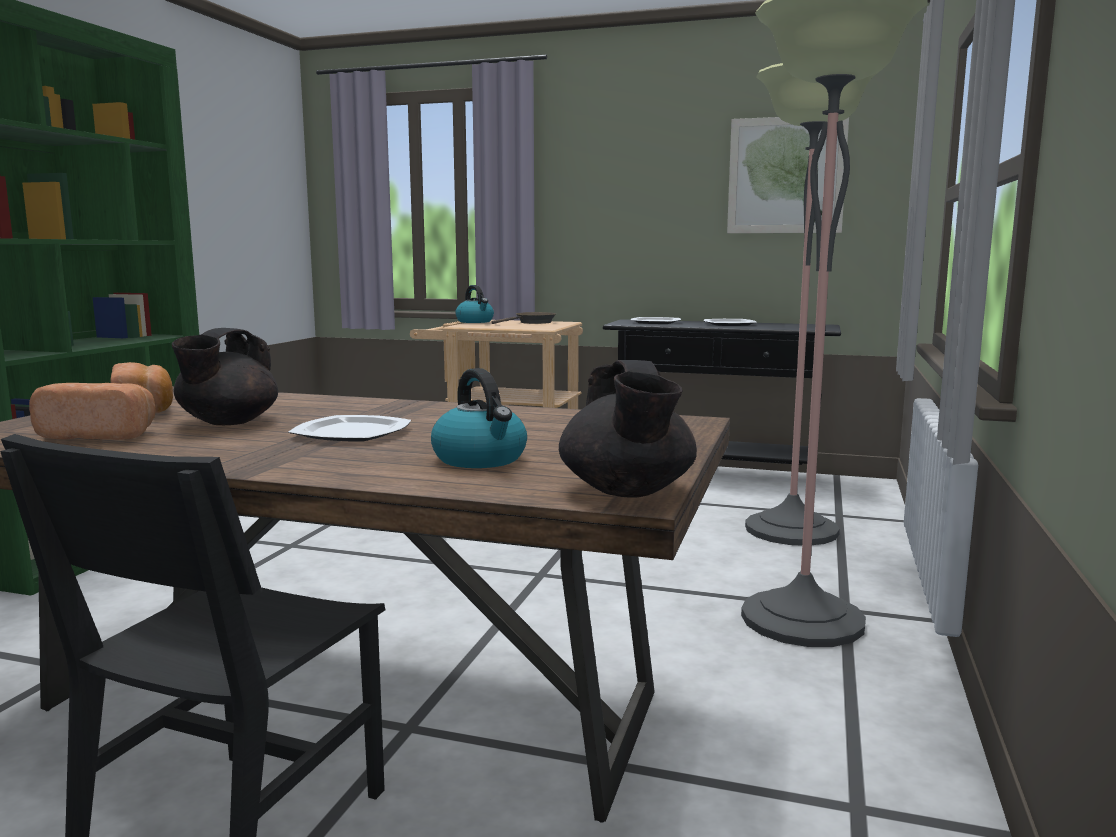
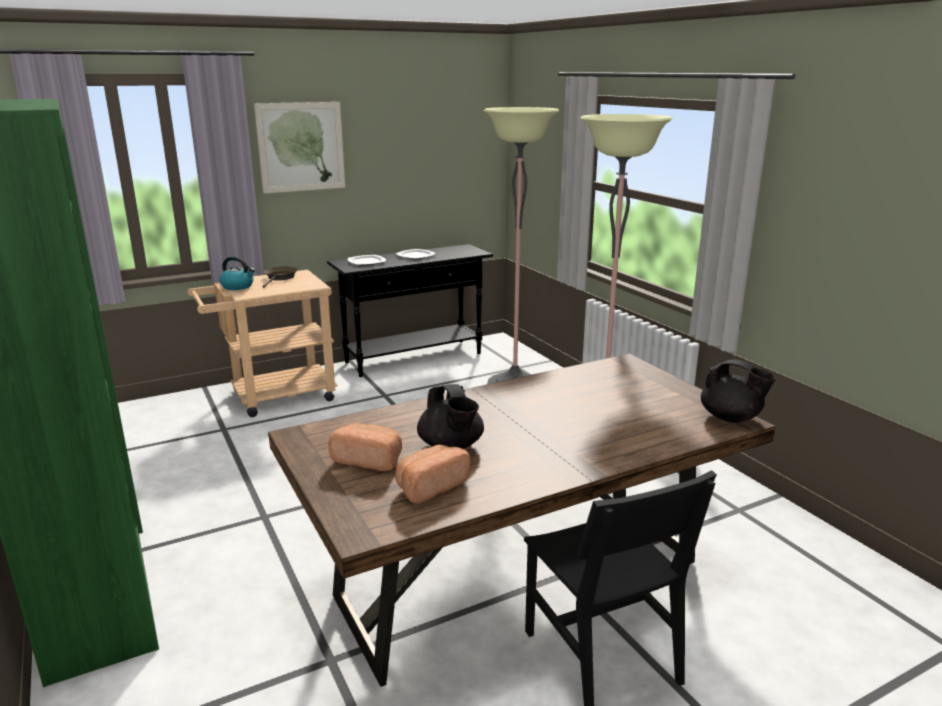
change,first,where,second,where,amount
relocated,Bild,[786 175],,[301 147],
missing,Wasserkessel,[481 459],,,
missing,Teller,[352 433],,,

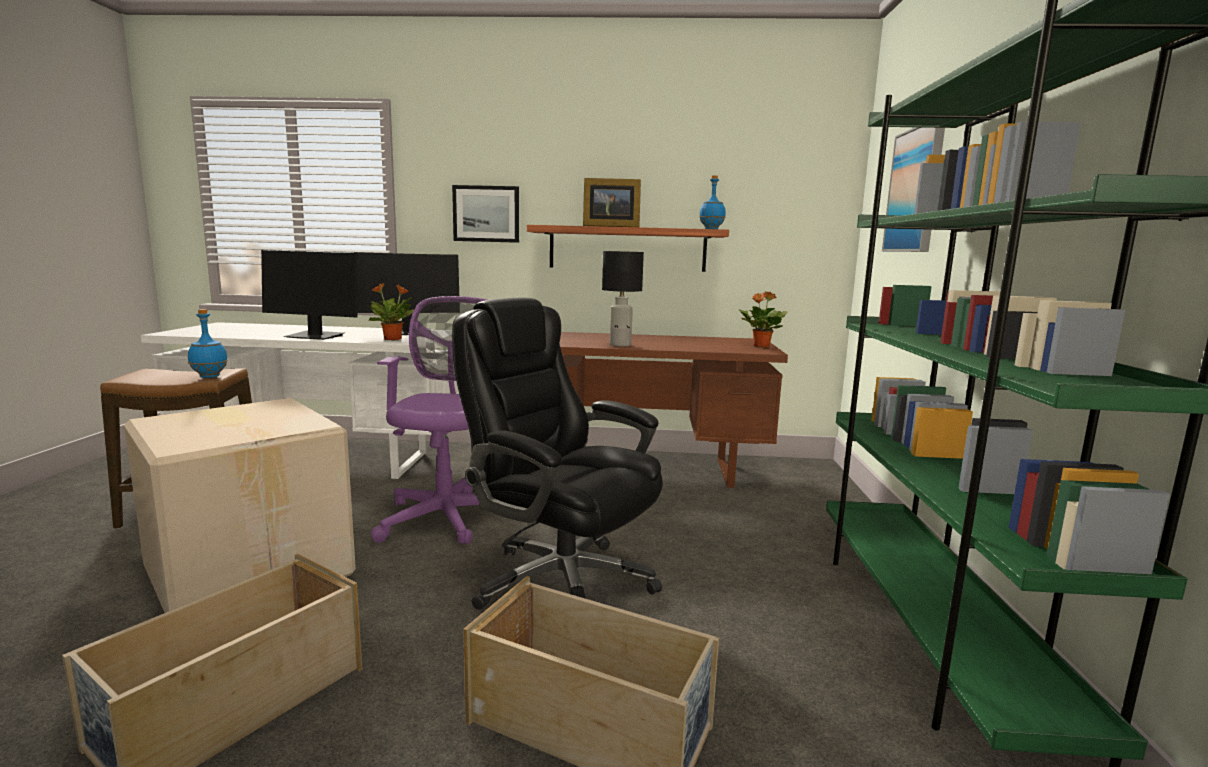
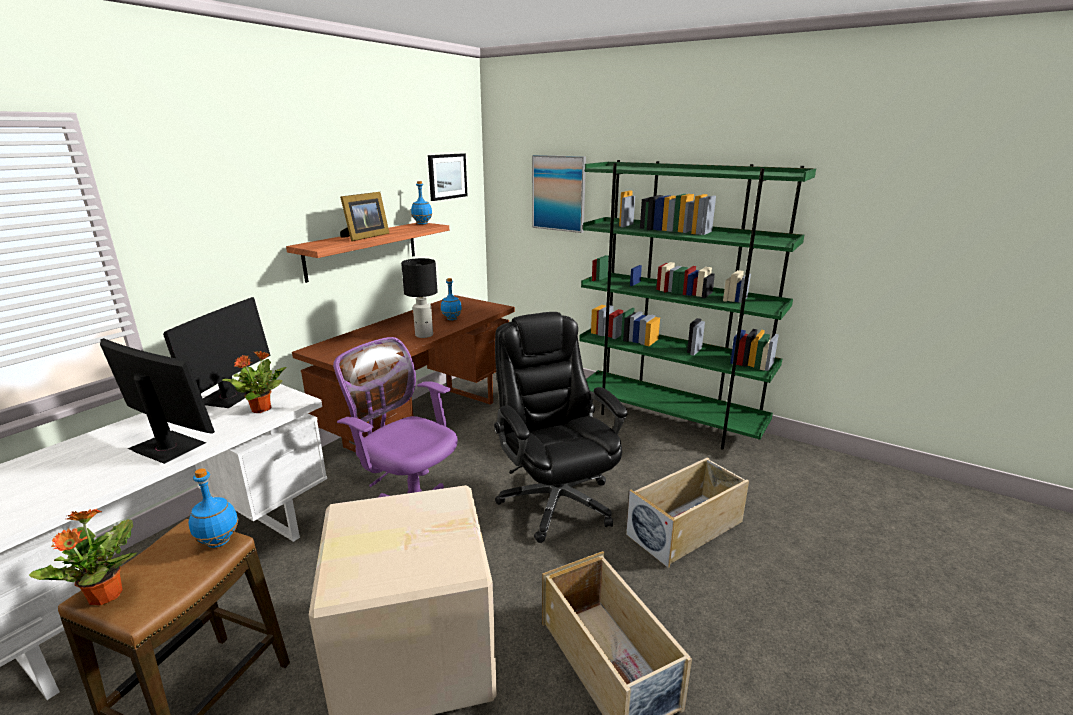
change,first,where,second,where,amount
relocated,Bild,[486 214],,[447 176],
spun,Monitor,[315 336],,[168 447],105 degrees counterclockwise
relocated,Topfpflanze,[760 346],,[105 596],
spun,Bürostuhl/schwarz,[560 582],,[556 500],90 degrees clockwise
appeared,,,Flasche/blau,[451 319],

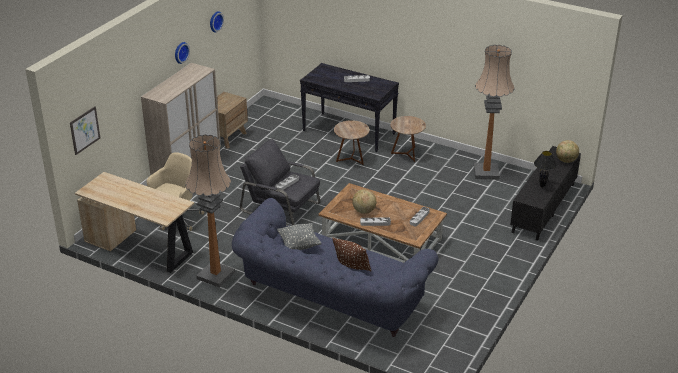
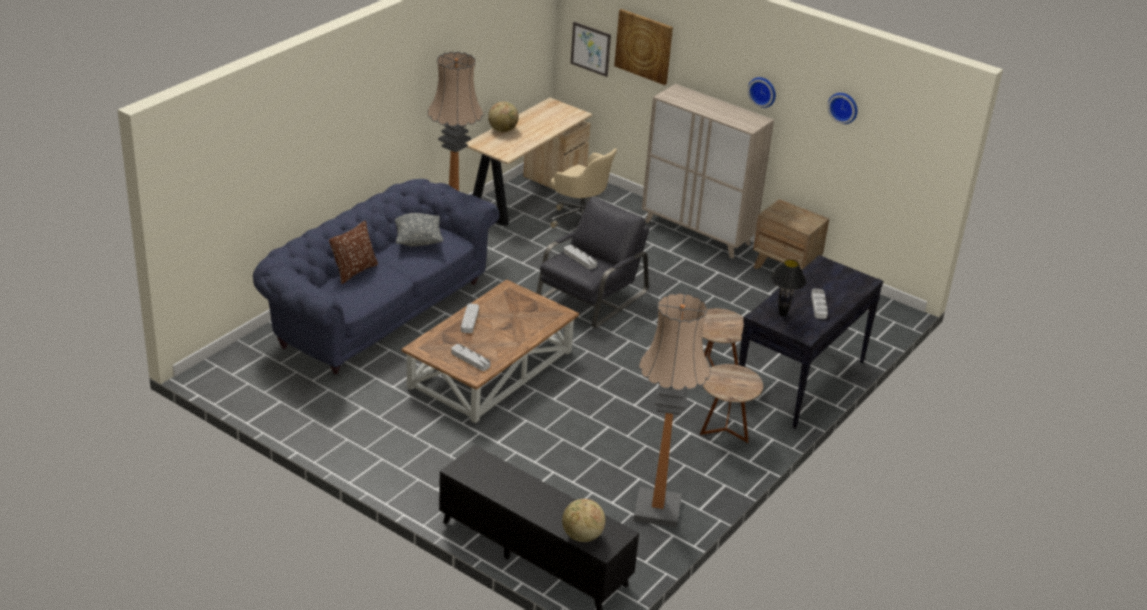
change,first,where,second,where,amount
relocated,Tischlampe/schwarz,[542 186],,[782 314],
relocated,Globus,[364 211],,[503 130],
appeared,,,Bild,[644 46],

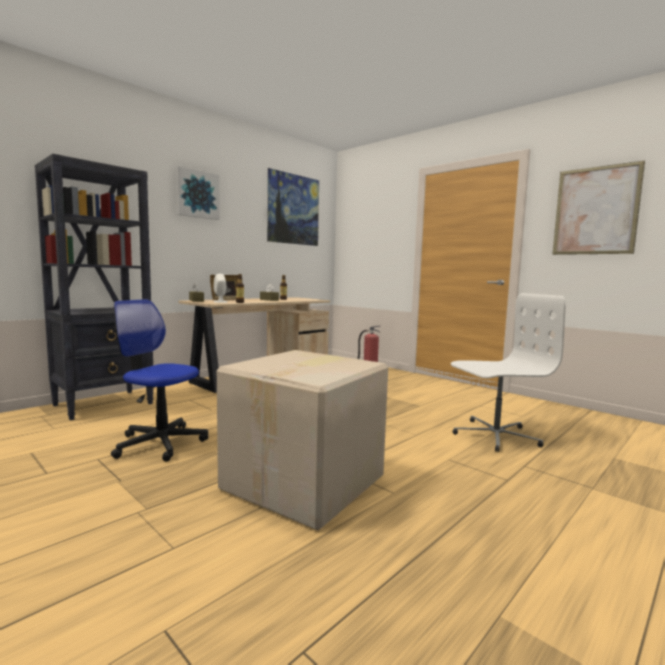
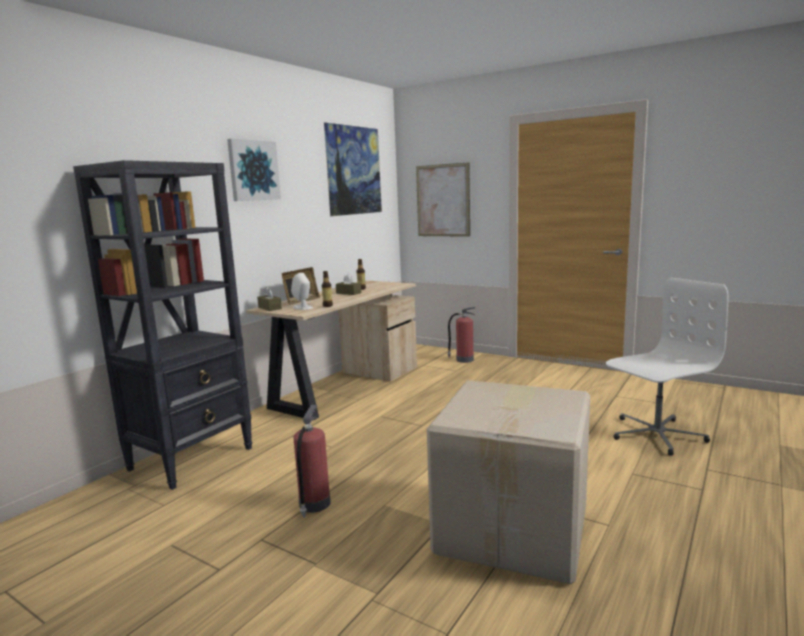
change,first,where,second,where,amount
relocated,Bild,[595 211],,[443 200],
exchanged,Bürostuhl,[160 443],Feuerlöscher,[314 504],

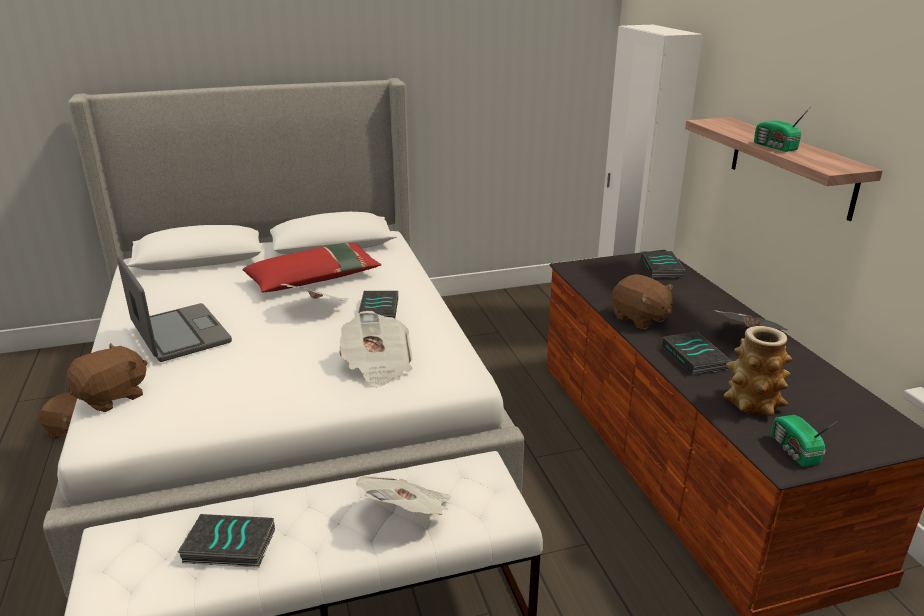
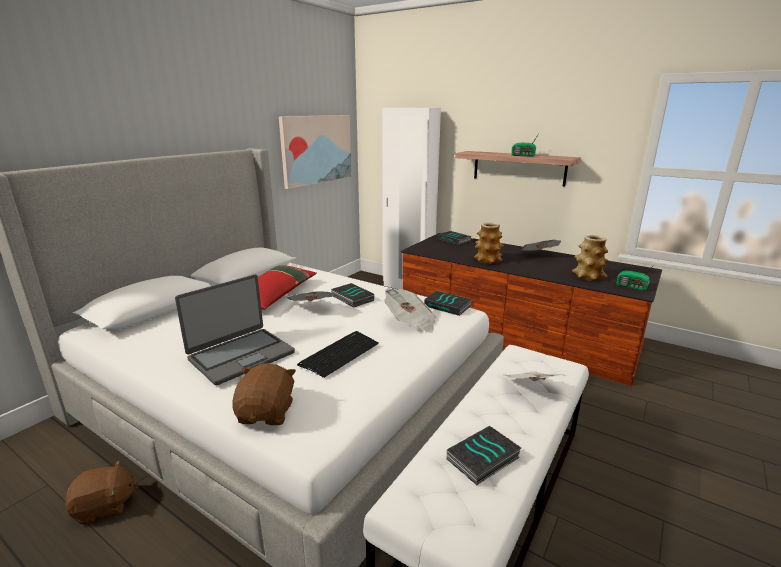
change,first,where,second,where,amount
spun,Laptop,[179 334],,[241 356],120 degrees clockwise
exchanged,Plüschtier/braun,[640 318],Vase,[487 261],
relocated,Buch,[695 358],,[448 306],
appeared,,,Bild,[316 149],
appeared,,,Tastatur,[340 354],

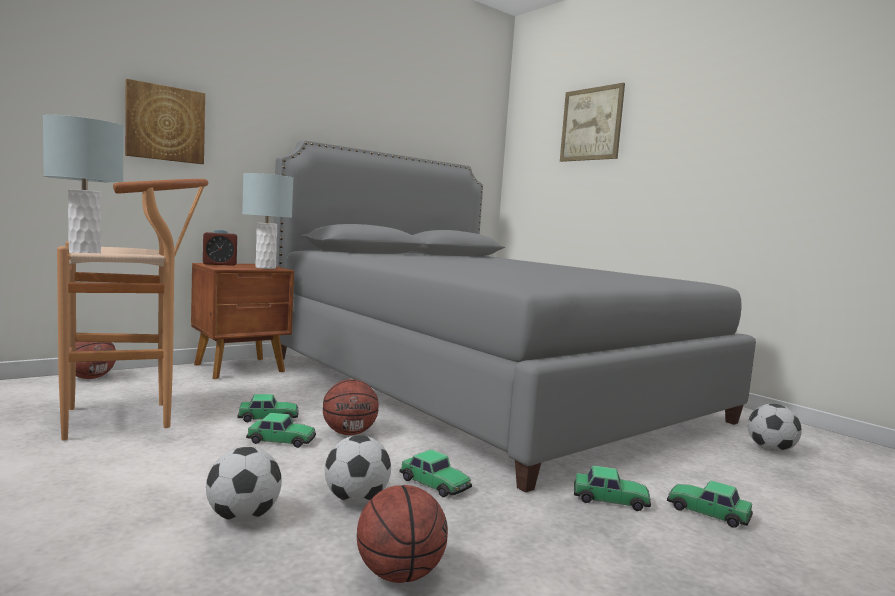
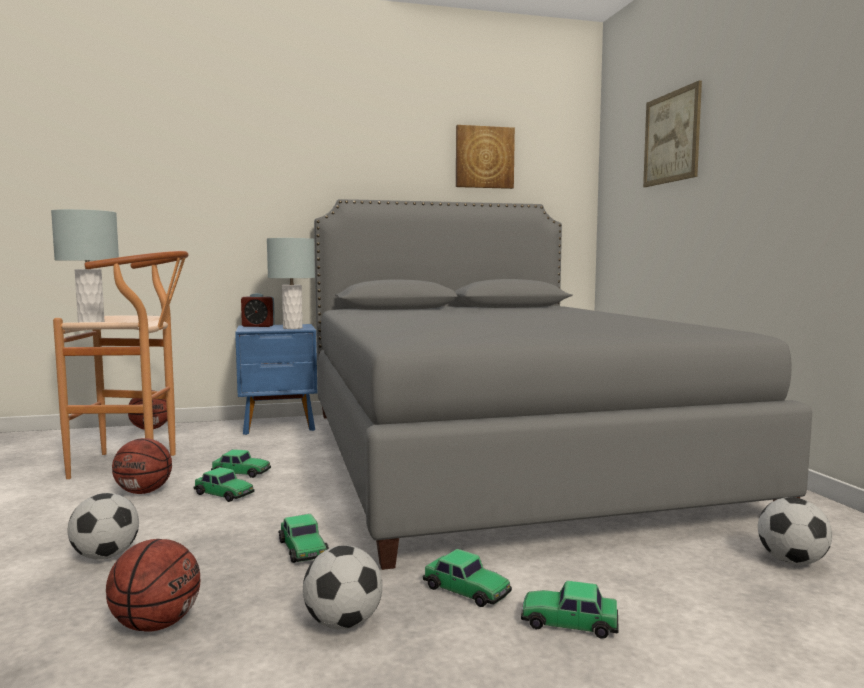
change,first,where,second,where,amount
relocated,Bild,[165 123],,[484 157],
colour,Nachttisch/braun,[241 368],Nachttisch/blau,[280 425],
relocated,Basketball,[349 433],,[144 492],
relocated,Fußball,[356 500],,[343 623],
spun,Spielzeugauto,[707 512],,[569 622],45 degrees counterclockwise

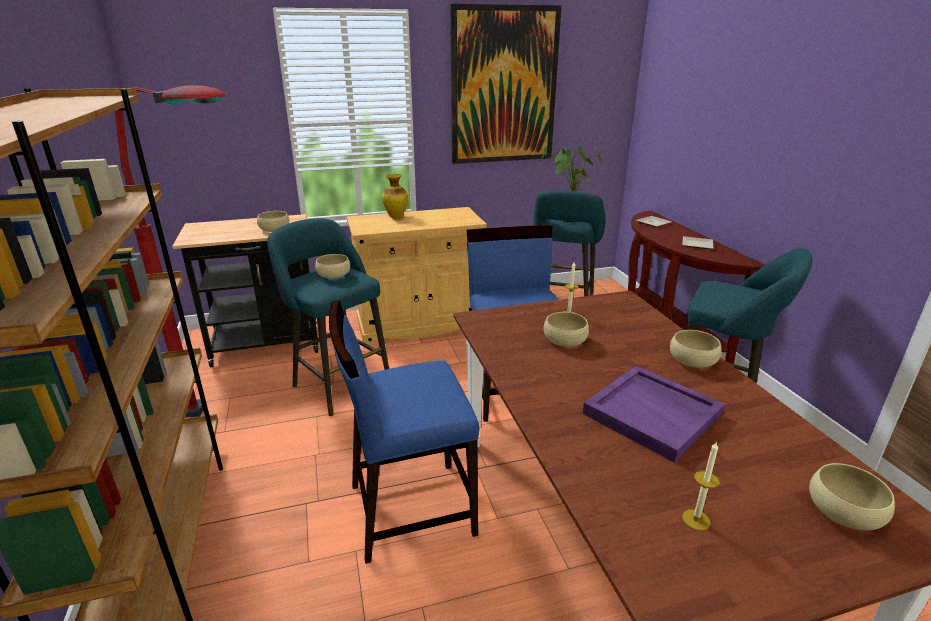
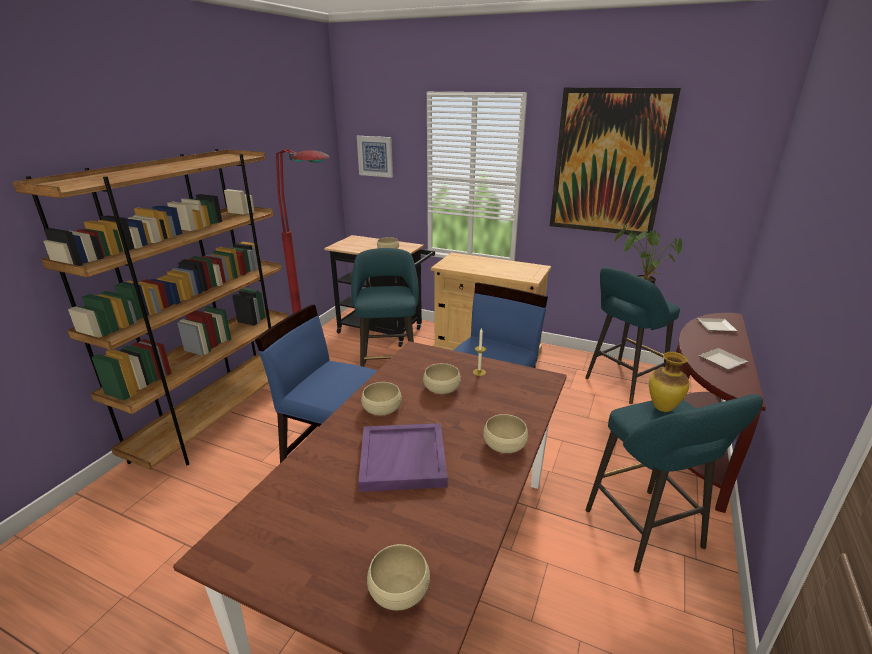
change,first,where,second,where,amount
relocated,Vase,[395 217],,[662 408],
relocated,Schüssel/beige,[333 275],,[382 408],
missing,Kerze,[696 520],,,
appeared,,,Bild,[375 156],

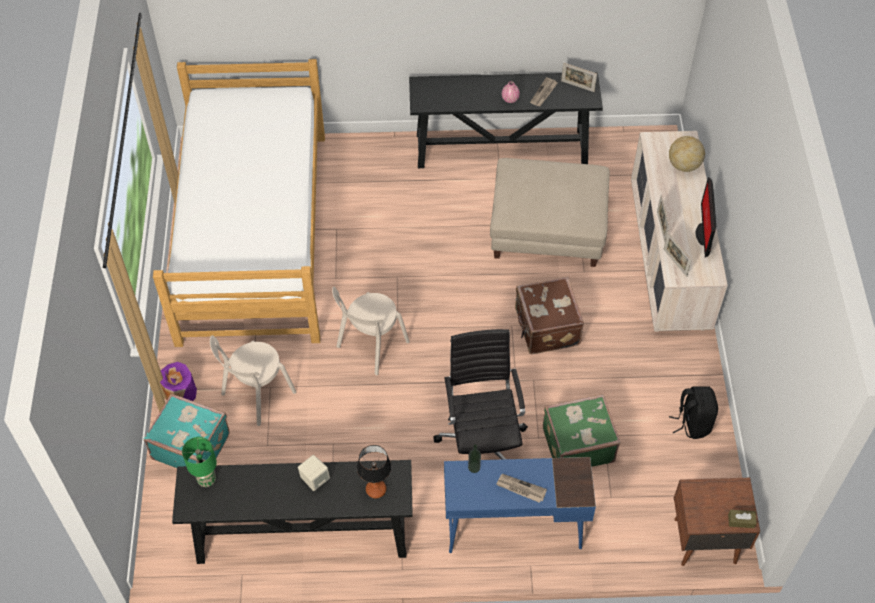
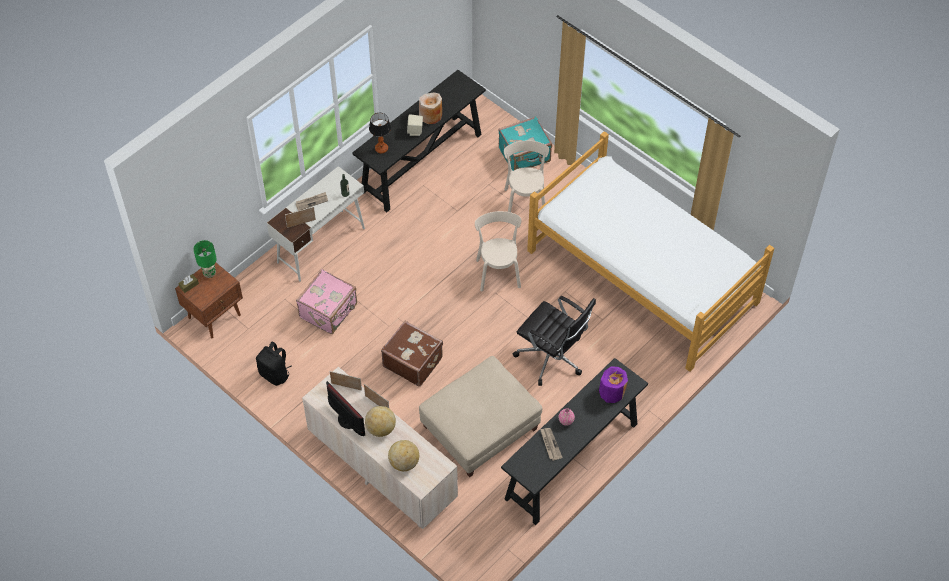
change,first,where,second,where,amount
relocated,Bilderrahmen,[577 86],,[301 223],
relocated,Bürostuhl/schwarz,[482 443],,[552 358],
relocated,Vase/lila,[180 394],,[612 392],
colour,Koffer/grün,[577 444],Koffer/rosa,[329 311],
relocated,Tischlampe/grün,[206 480],,[209 273],
colour,Schreibtisch/blau,[513 528],Schreibtisch/weiß,[321 245],
appeared,,,Vase/beige,[430 116],
appeared,,,Globus,[381 429],

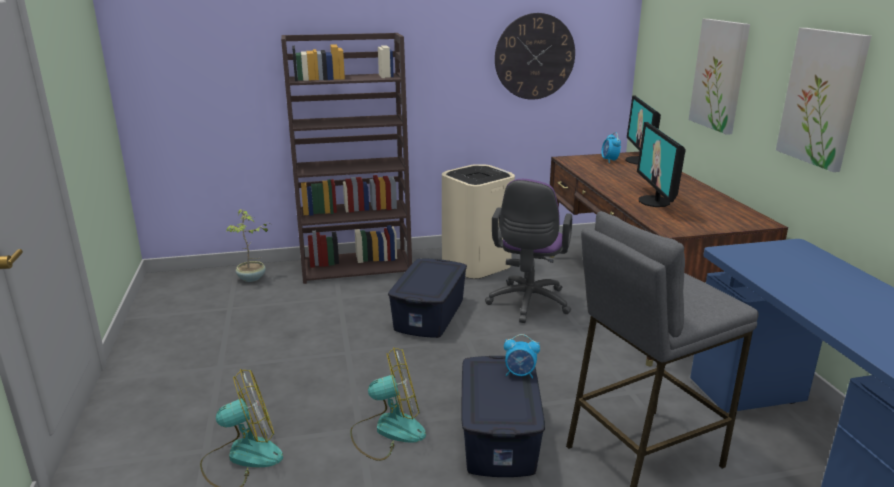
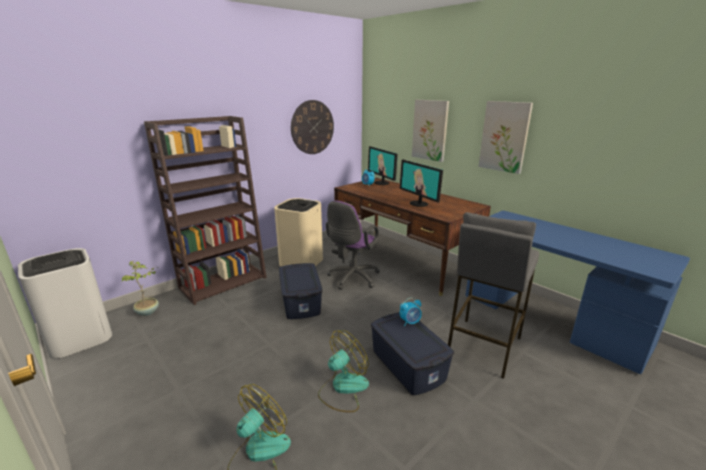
change,first,where,second,where,amount
spun,Bürostuhl/lila,[527 305],,[352 279],45 degrees clockwise
appeared,,,Mülleimer/weiß,[81 338],

